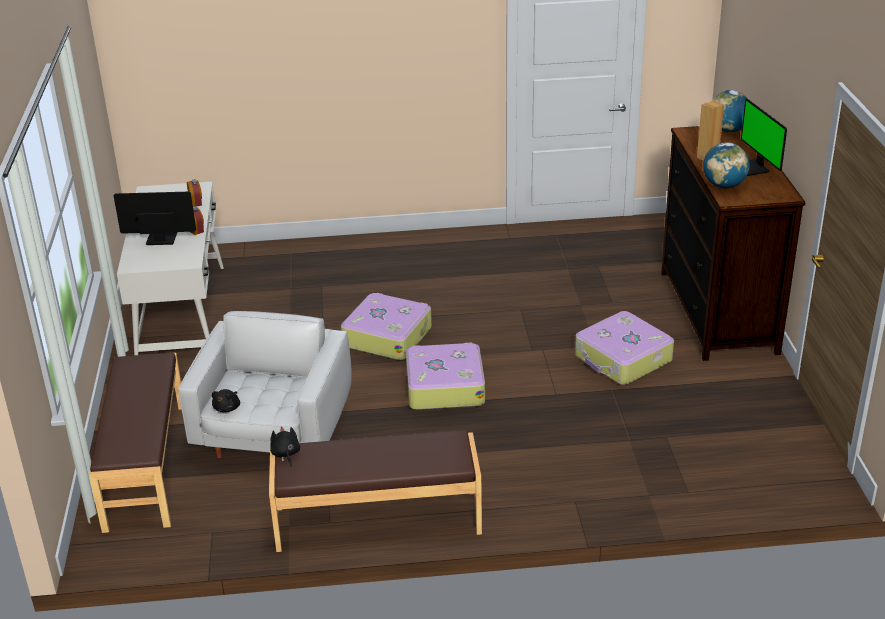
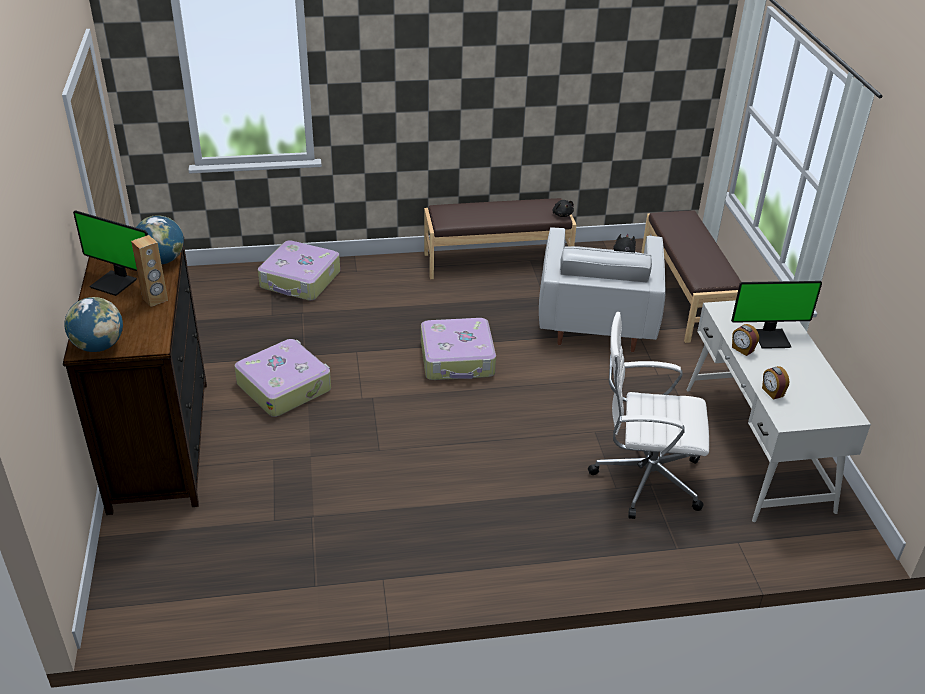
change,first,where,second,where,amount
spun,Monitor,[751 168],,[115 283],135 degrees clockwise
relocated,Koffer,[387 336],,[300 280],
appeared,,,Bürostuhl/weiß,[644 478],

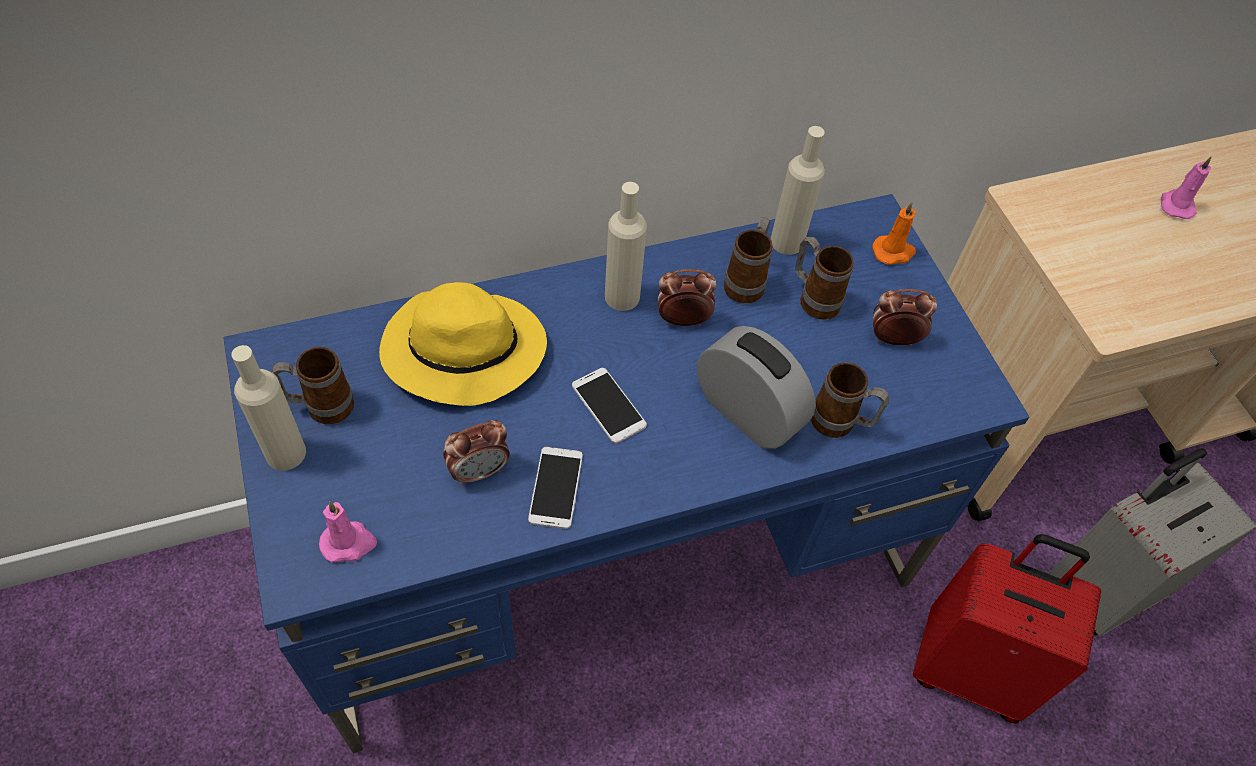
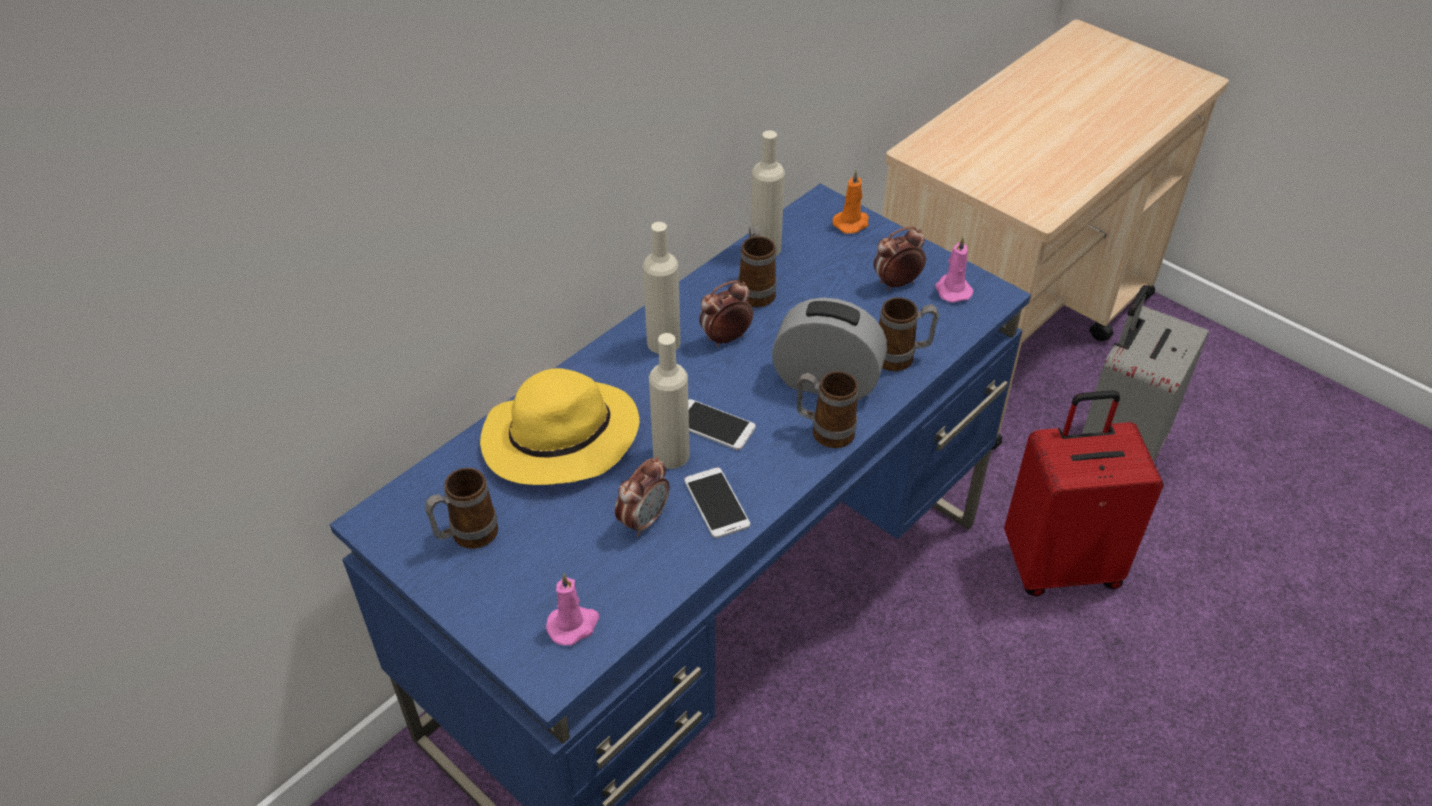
change,first,where,second,where,amount
relocated,Kerze/rosa,[1176 205],,[952 290],
relocated,Henkelbecher,[813 298],,[824 431],
relocated,Flasche/beige,[285 453],,[671 455],

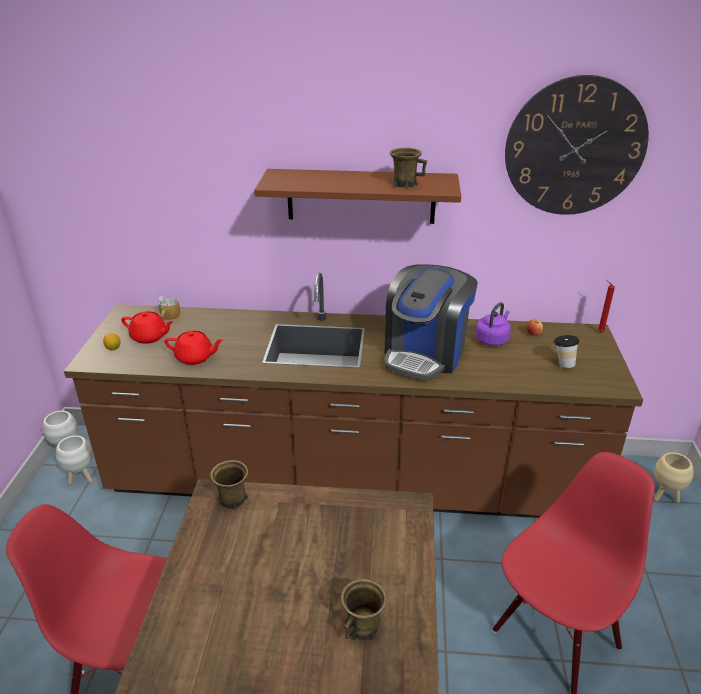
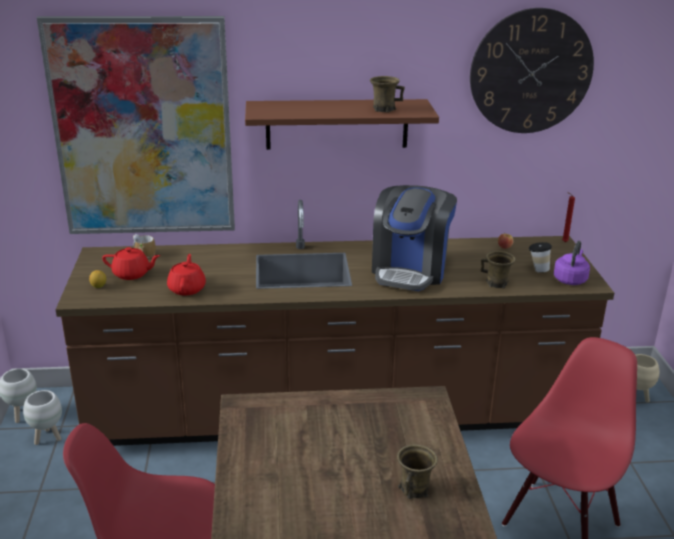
change,first,where,second,where,amount
relocated,Wasserkessel/lila,[492 339],,[570 279],
spun,Teekanne/rot,[195 358],,[187 288],90 degrees counterclockwise
relocated,Henkelbecher/braun,[232 500],,[497 283],
appeared,,,Bild,[143 129],

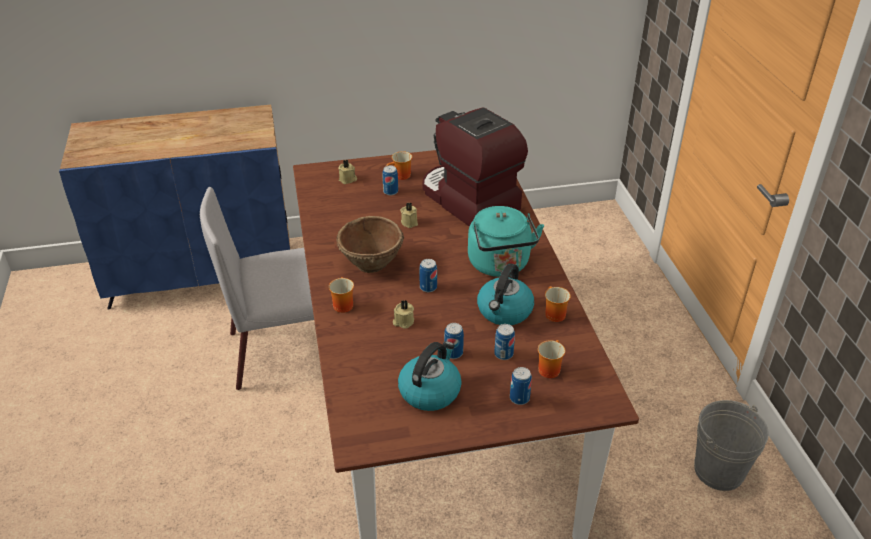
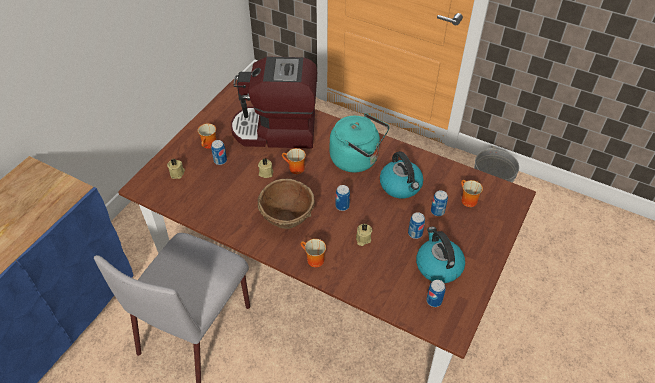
change,first,where,second,where,amount
relocated,Henkelbecher,[553 314],,[294 169],
relocated,Dose,[519 398],,[434 300],

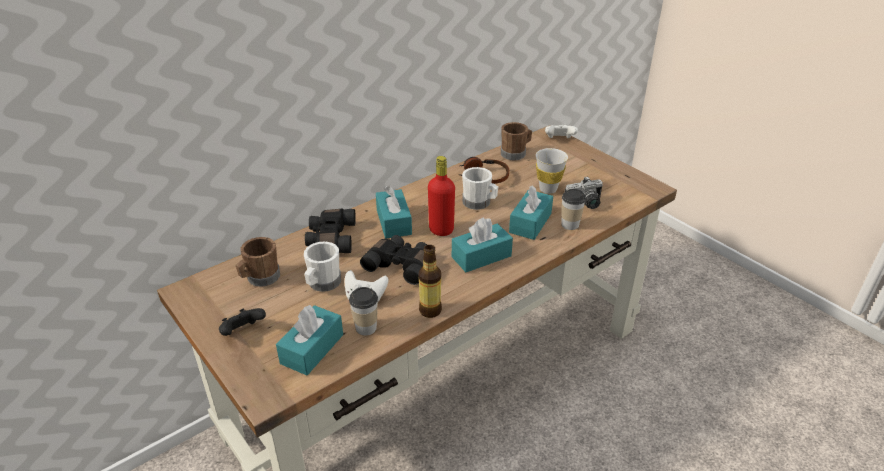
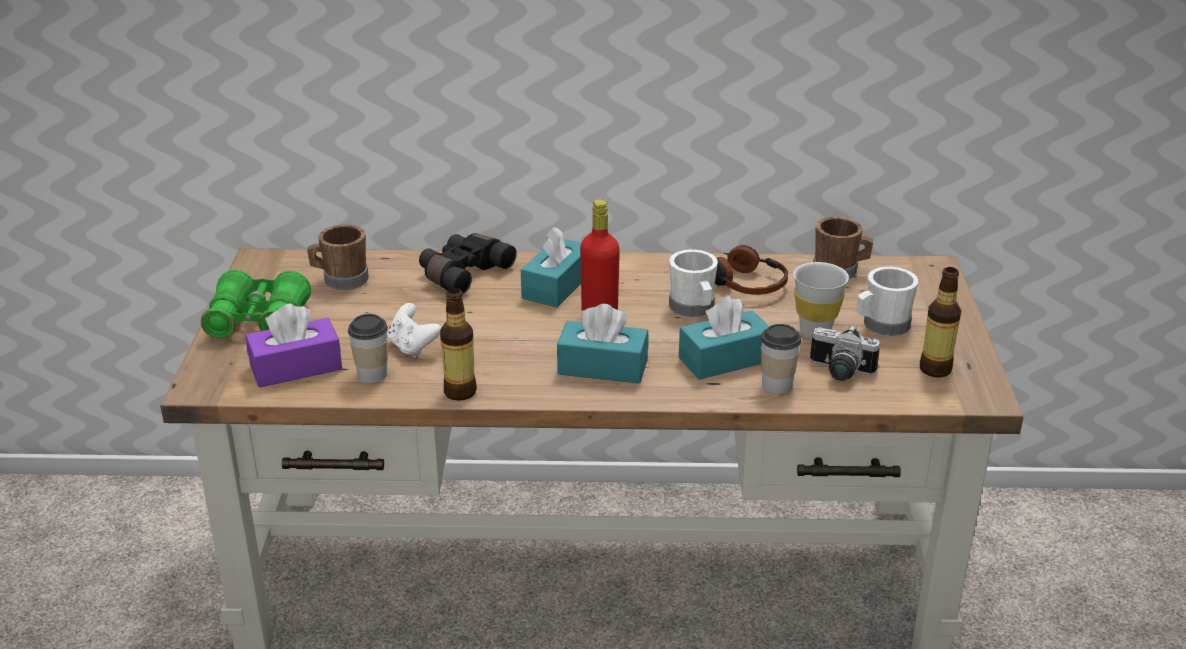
change,first,where,second,where,amount
missing,Gamepad/weiß,[559 140],,,
missing,Fernglas/schwarz,[401 265],,,
relocated,Henkelbecher/weiß,[322 284],,[881 326],
colour,Taschentuchbox/türkis,[312 349],Taschentuchbox/lila,[296 367],
exchanged,Gamepad/schwarz,[243 332],Fernglas/grün,[258 321],
appeared,,,Flasche,[935 369],

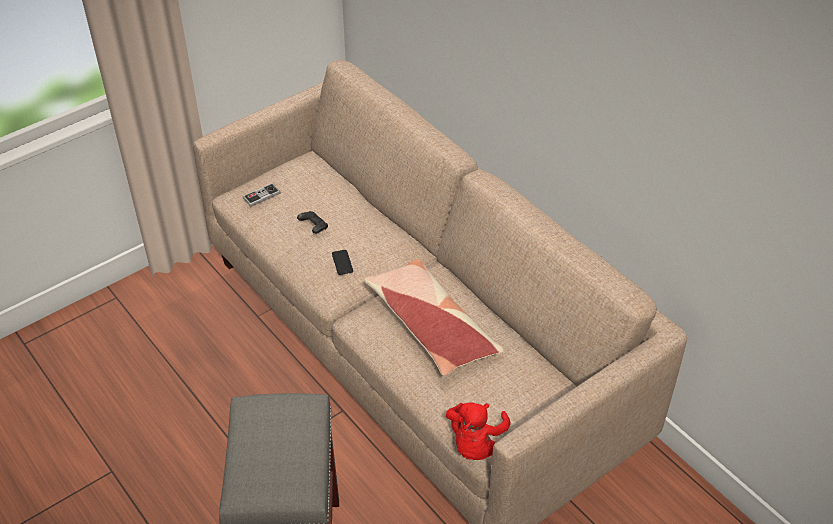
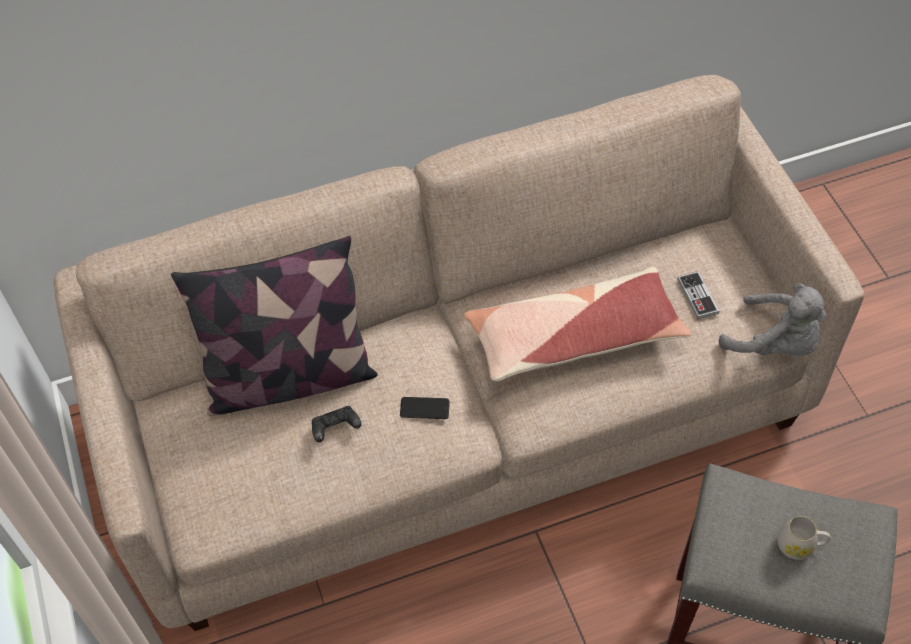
change,first,where,second,where,amount
relocated,Gamepad,[261 196],,[697 296],
colour,Plüschtier/rot,[476 446],Plüschtier/grau,[775 343],
appeared,,,Kissen,[289 377],
appeared,,,Henkelbecher/weiß,[800 545],

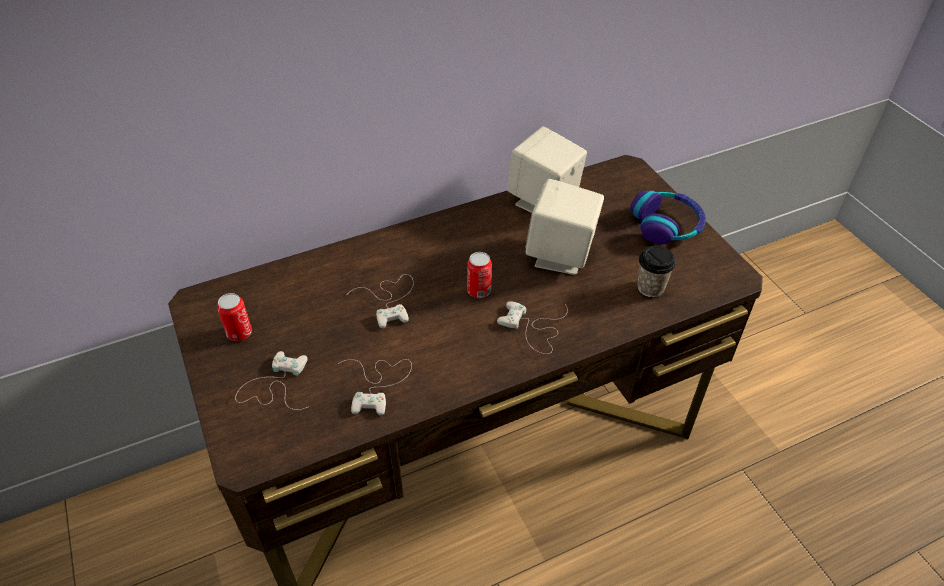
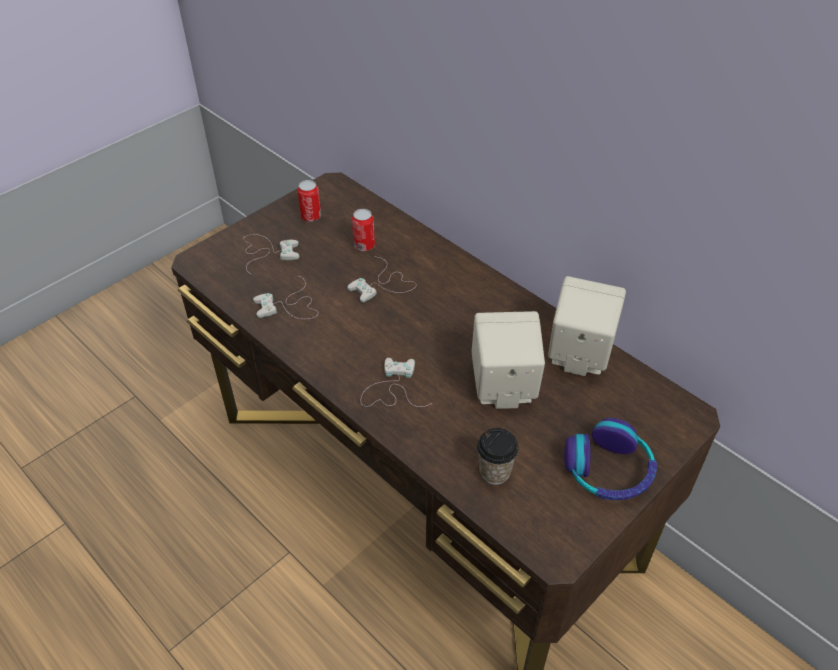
change,first,where,second,where,amount
relocated,Dose,[479 291],,[364 245],

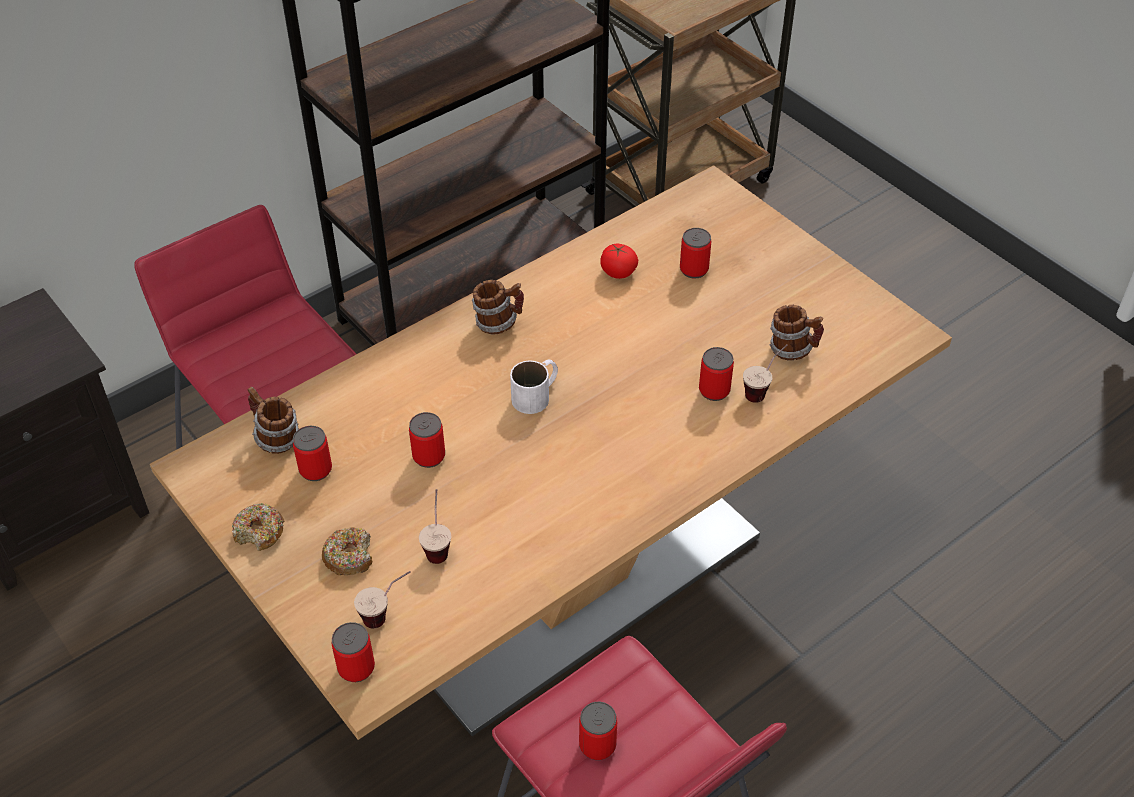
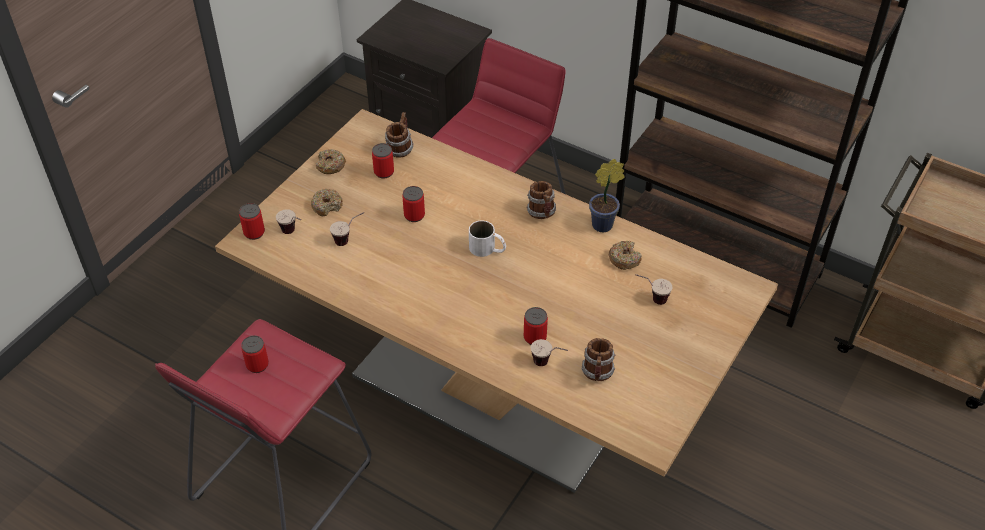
change,first,where,second,where,amount
exchanged,Dose,[694 269],Tasse,[651 299],
exchanged,Tomate,[618 272],Donut,[624 259],
appeared,,,Topfpflanze,[605 224],

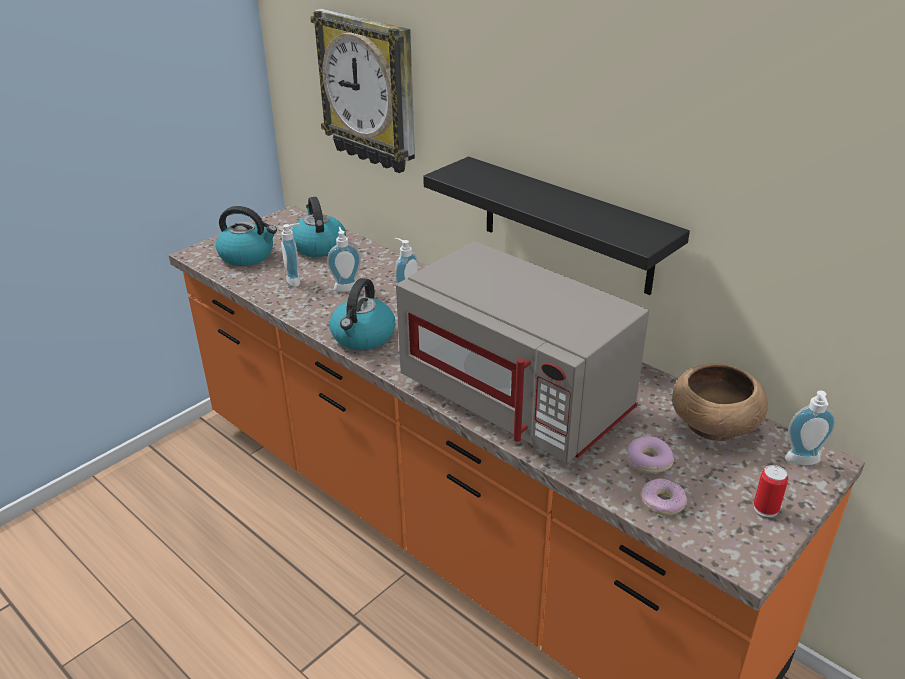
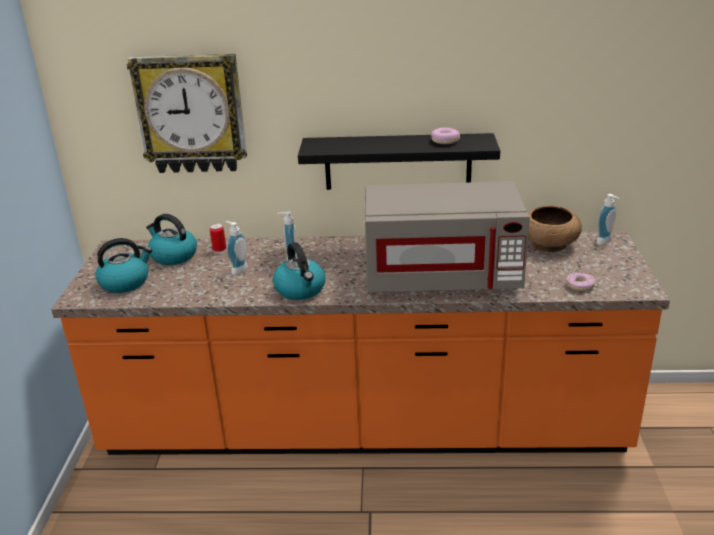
change,first,where,second,where,amount
missing,Seifenspender,[296 280],,,
relocated,Donut,[648 461],,[445 141],
relocated,Dose,[765 508],,[219 250],

